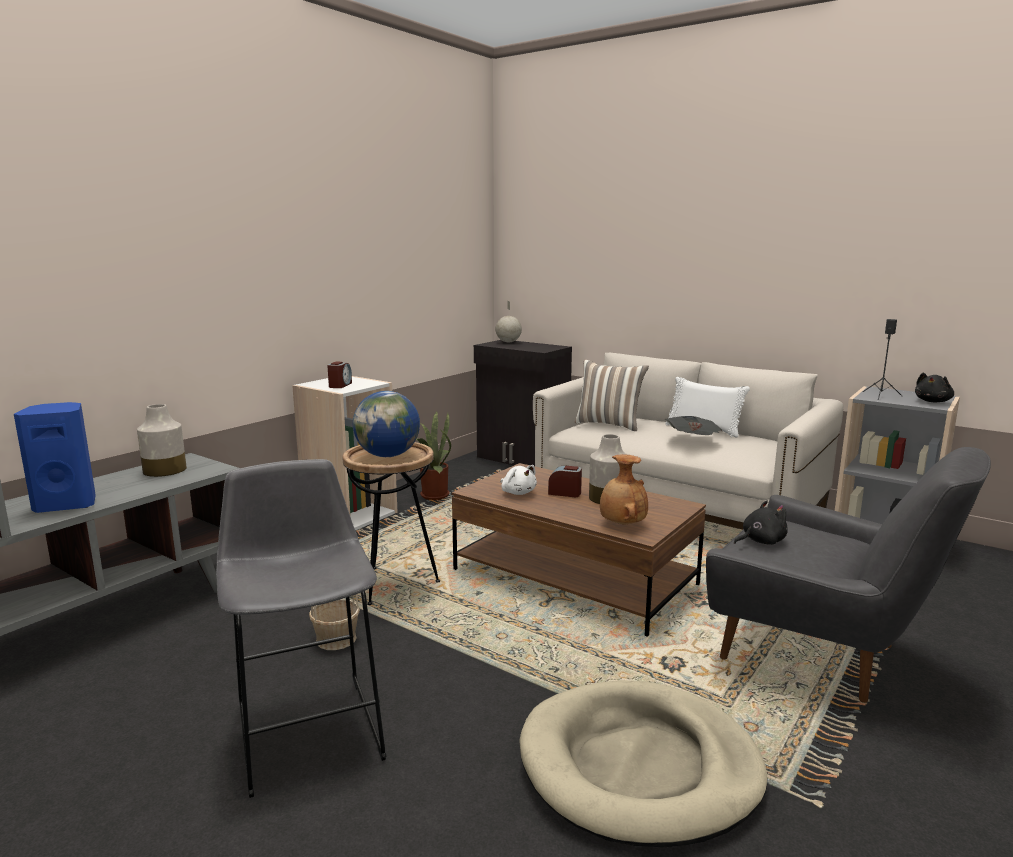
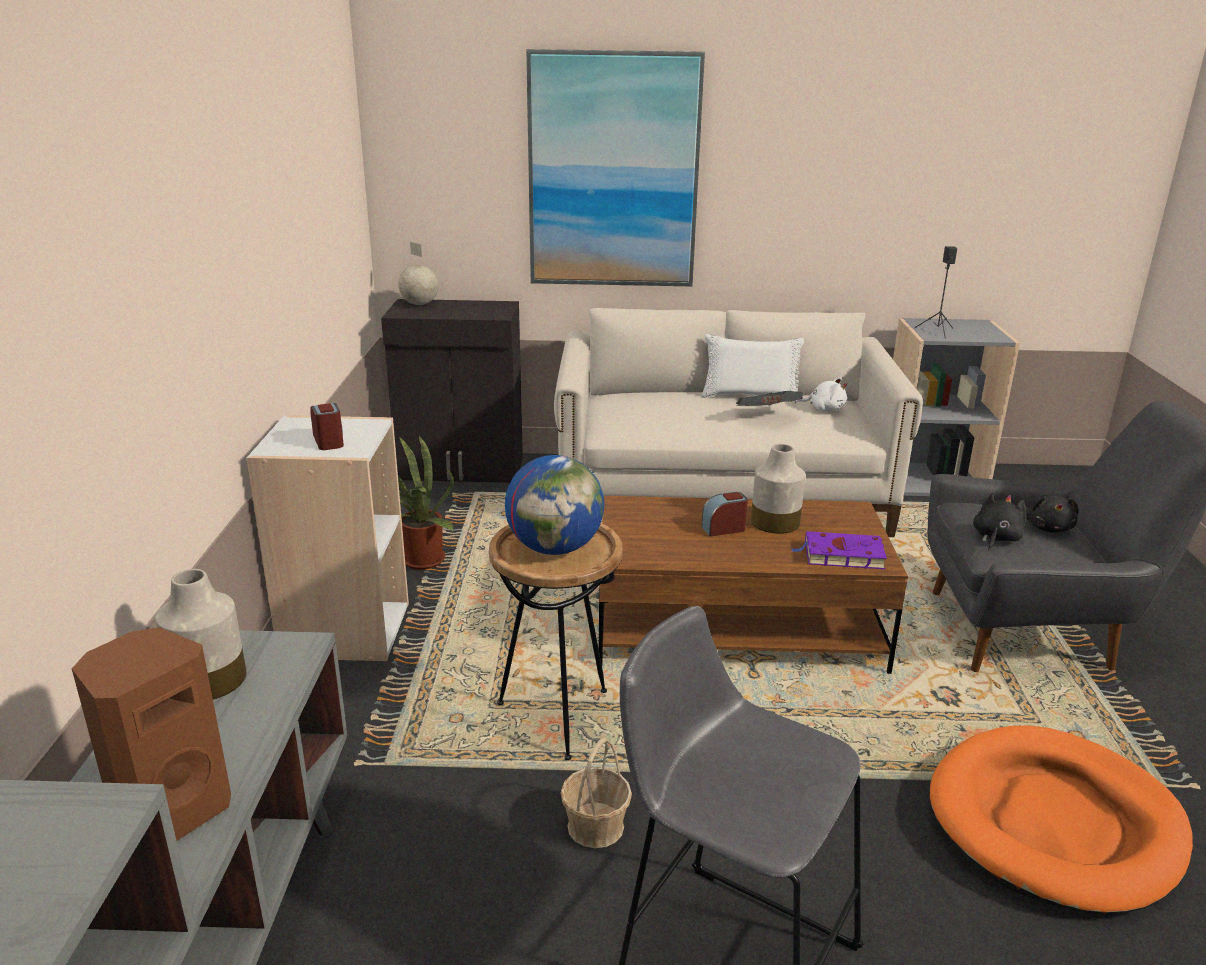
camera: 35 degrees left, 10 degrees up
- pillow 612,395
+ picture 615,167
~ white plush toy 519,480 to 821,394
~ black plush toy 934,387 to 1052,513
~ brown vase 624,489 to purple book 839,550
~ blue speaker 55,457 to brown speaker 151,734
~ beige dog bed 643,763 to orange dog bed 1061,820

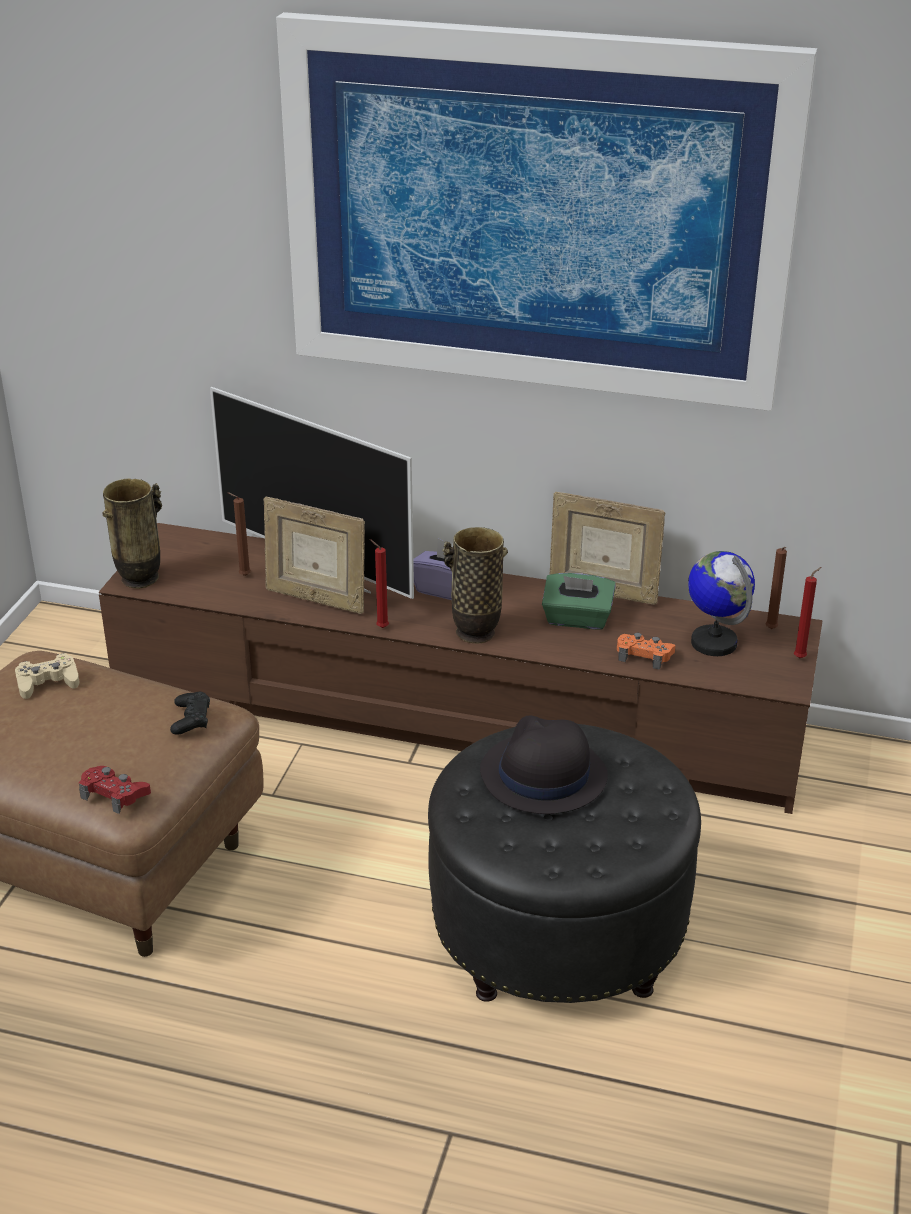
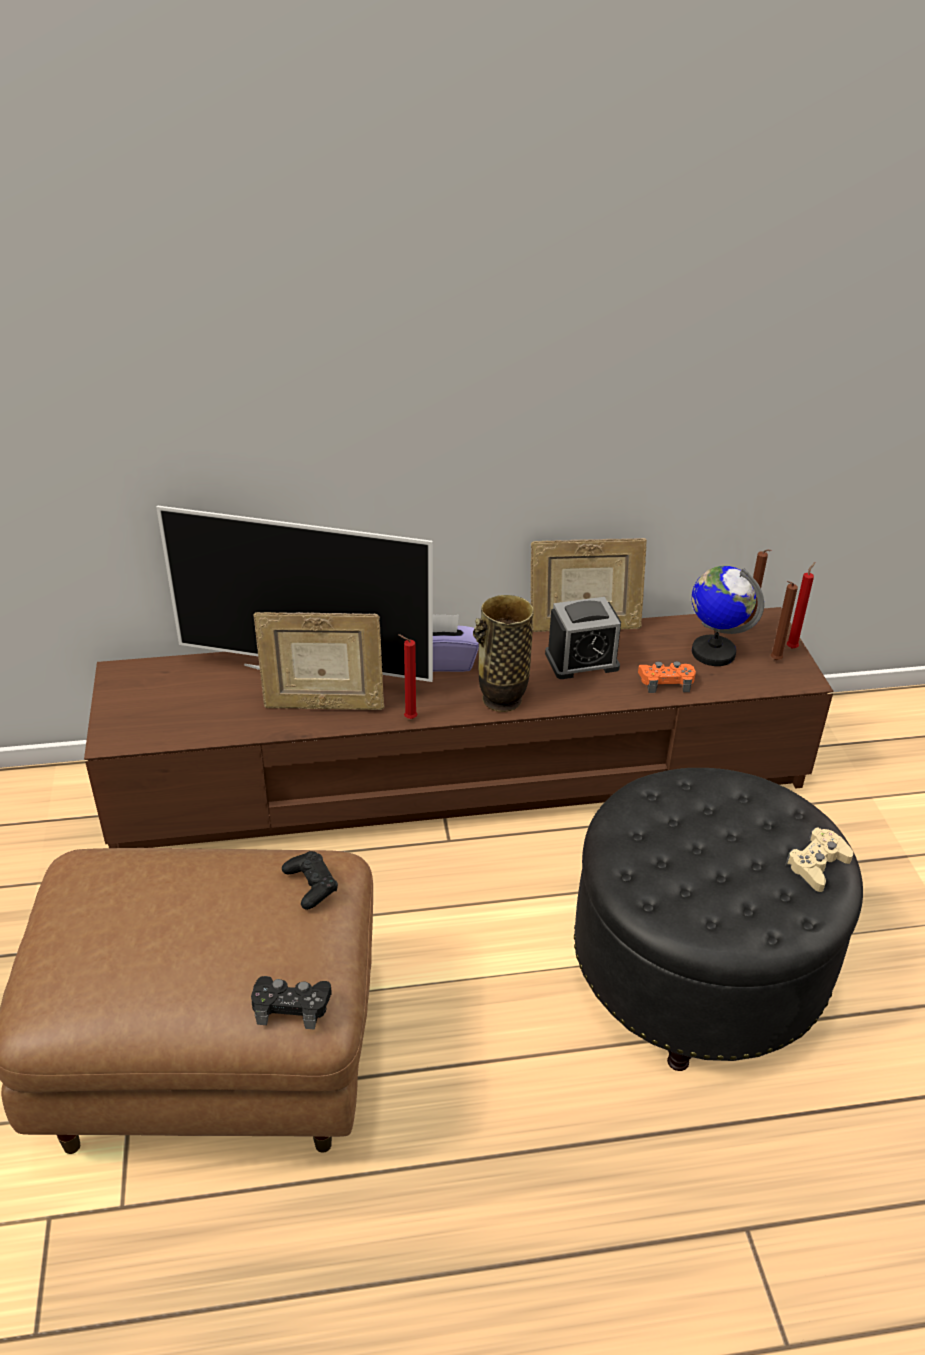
camera: 25 degrees left, 5 degrees up
- vase 132,533
- picture 546,211
- black hat 544,765
~ beige game controller 47,676 to 819,859
~ brown candle 239,534 to 784,620
~ green tissue box 579,601 to alarm clock 583,638
~ red game controller 115,790 to black game controller 291,1003

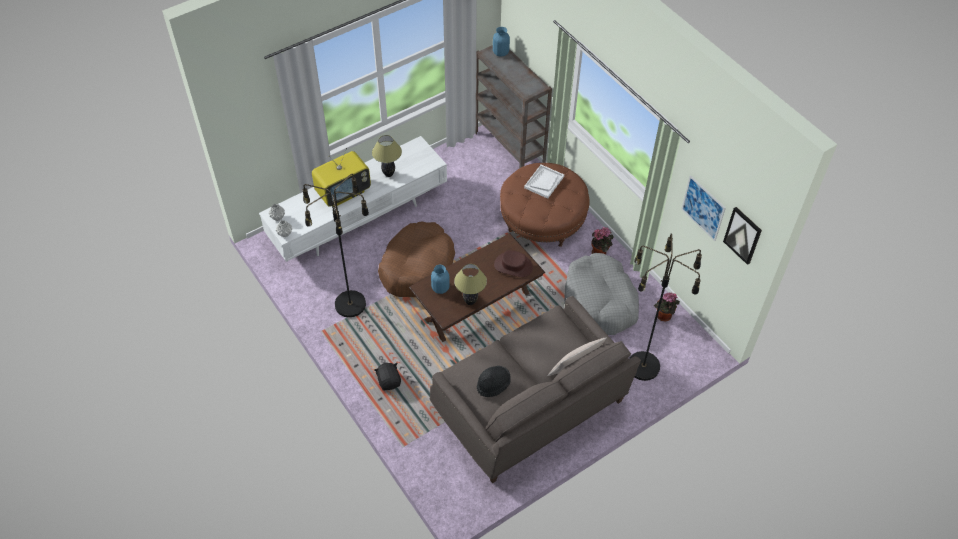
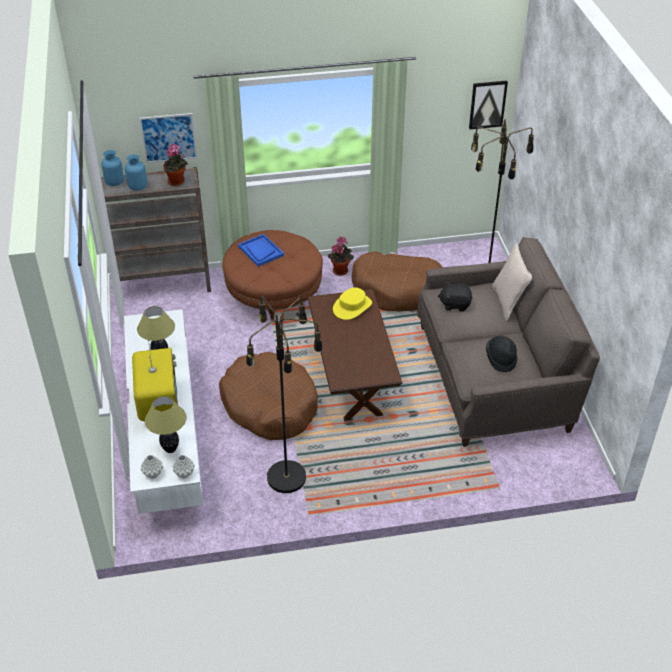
camera: 65 degrees left, 10 degrees down
~ black plush toy 387,377 to 455,297
~ blue vase 440,279 to 136,172
~ table lamp 470,284 to 166,424
~ potted plant 667,307 to 175,164
~ picture 703,208 to 168,138
~ brown hat 513,263 to yellow hat 352,304
~ white tray 544,182 to blue tray 261,250
~ grey dog bed 601,294 to brown dog bed 397,281

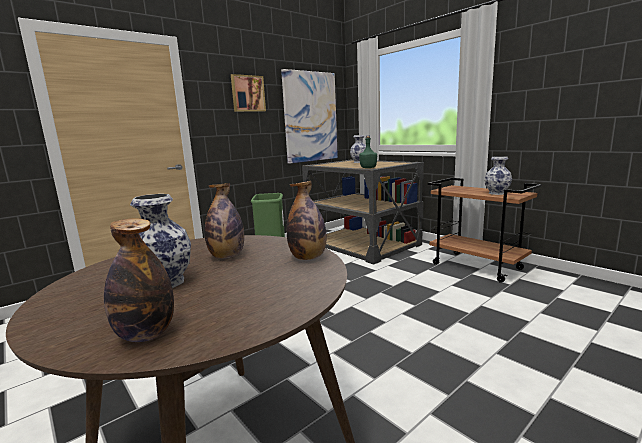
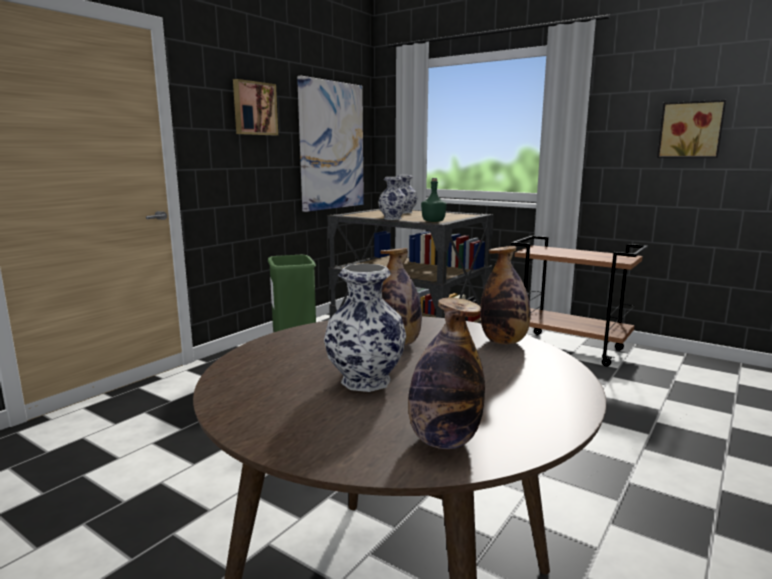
camera: 15 degrees left, 0 degrees up
+ picture 691,129
~ vase 498,175 to 392,198

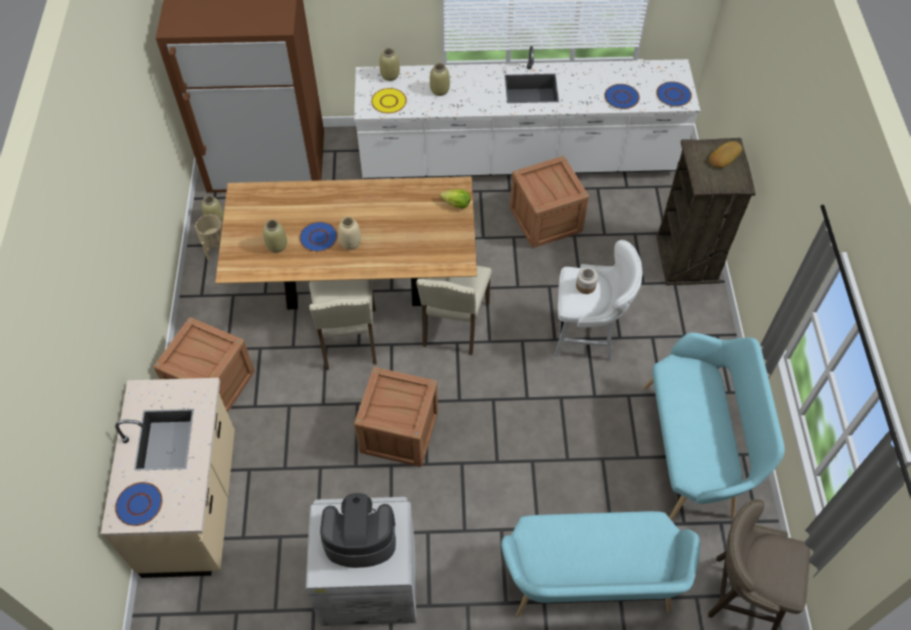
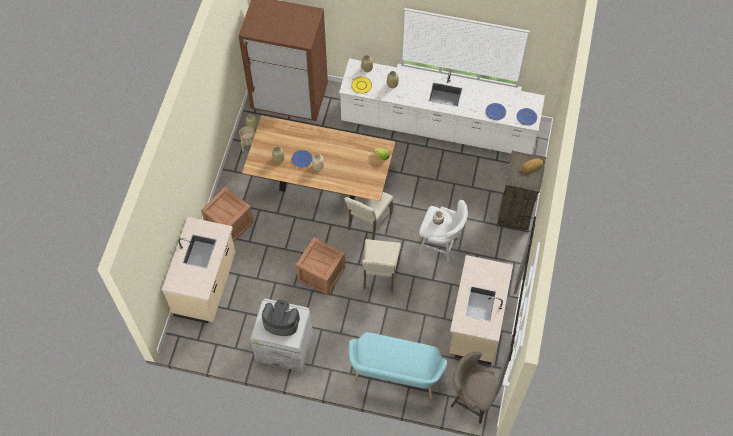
camera: 15 degrees right, 5 degrees up
- blue plate 138,504
- crate 549,202
~ beige chair 343,324 to 381,266
~ turquoise bench 714,427 to beige counter 481,310

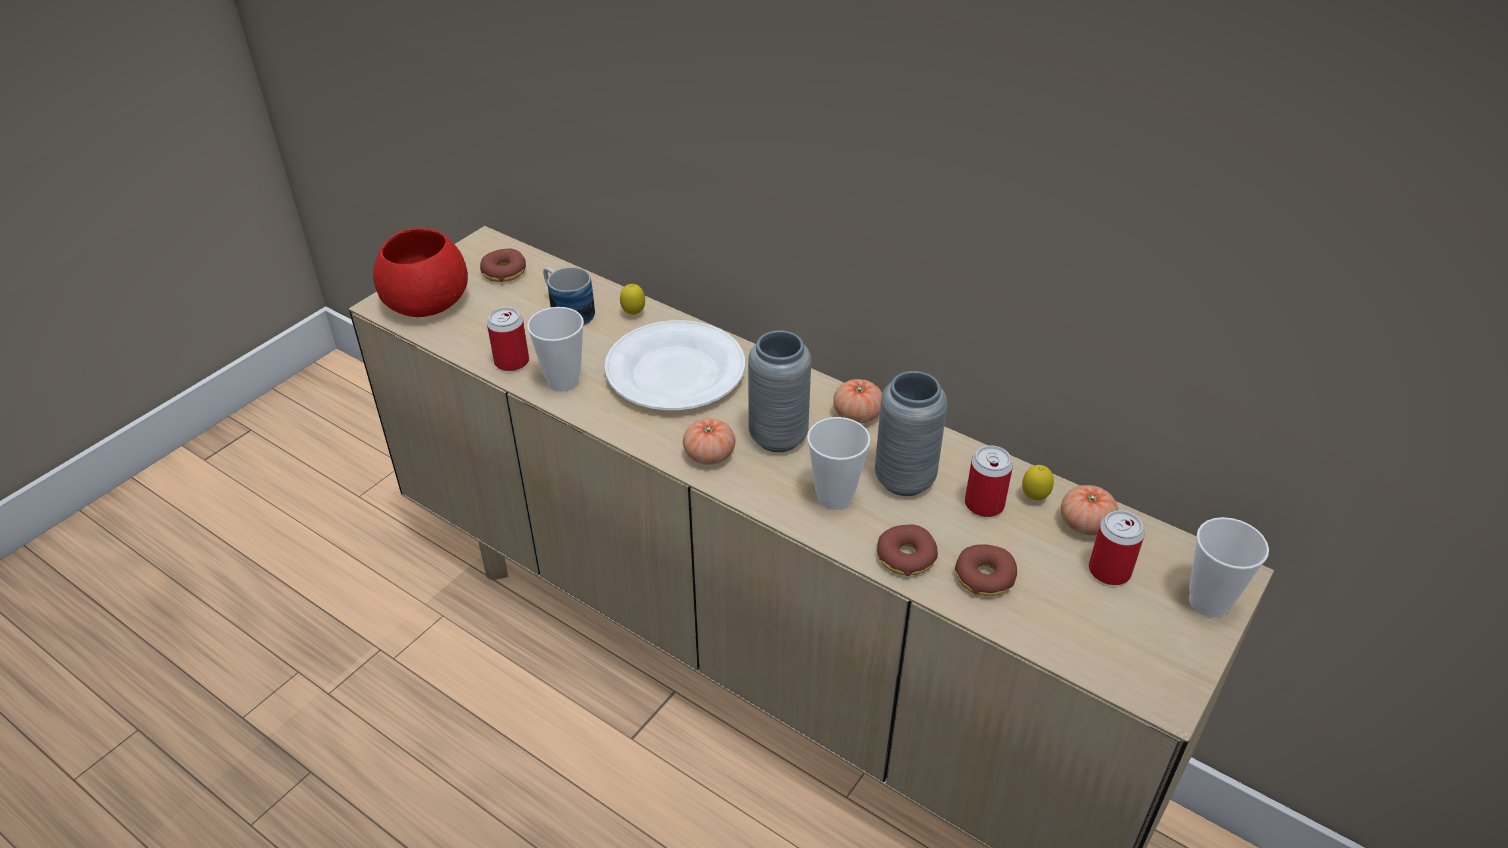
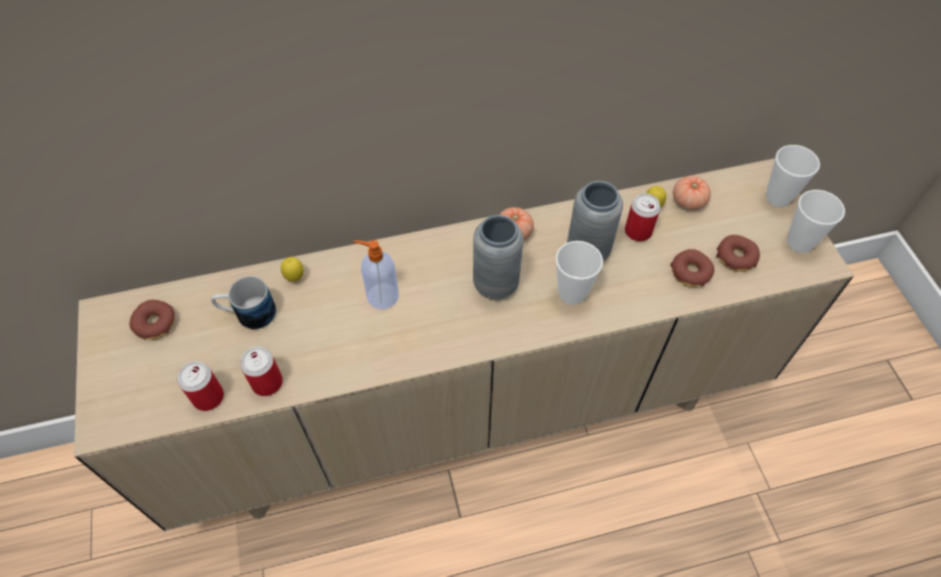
camera: 50 degrees left, 15 degrees up
- red bowl 420,272
- tomato 709,441
~ cup 555,349 to 816,221
~ donut 907,550 to 738,253
~ can 1117,547 to 201,386
~ white plate 674,365 to soap dispenser 376,274

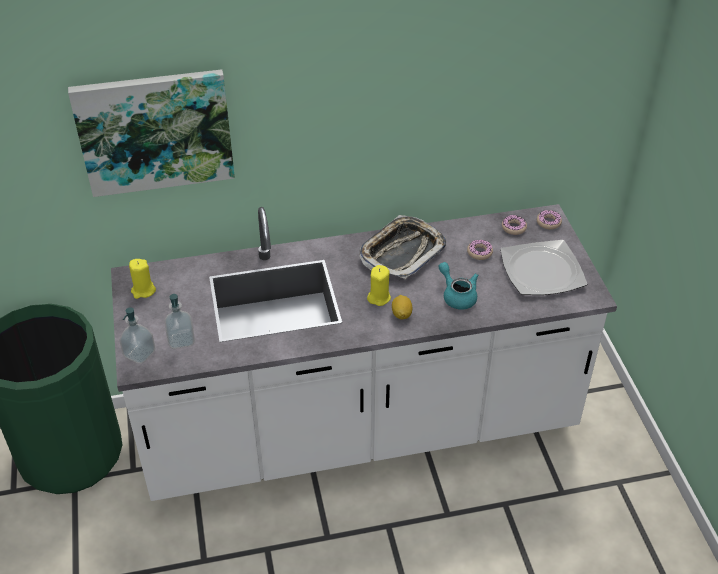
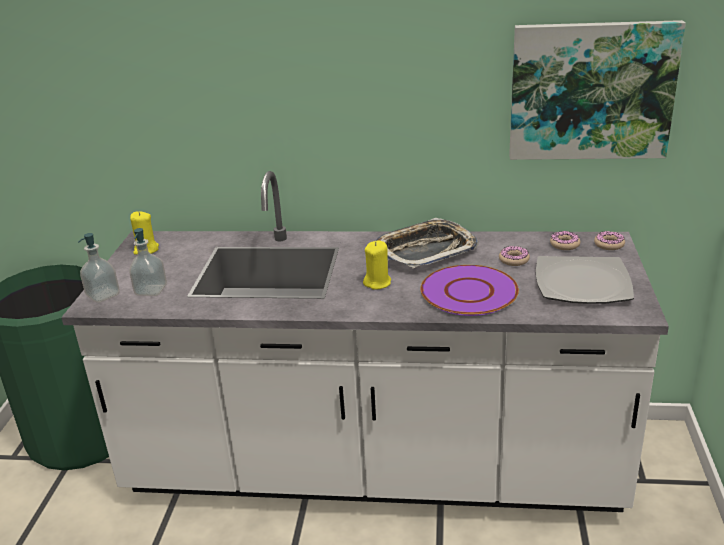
camera: 20 degrees right, 15 degrees down
- lemon 402,307
~ picture 151,133 to 597,90
~ turquoise teapot 458,286 to purple plate 470,290

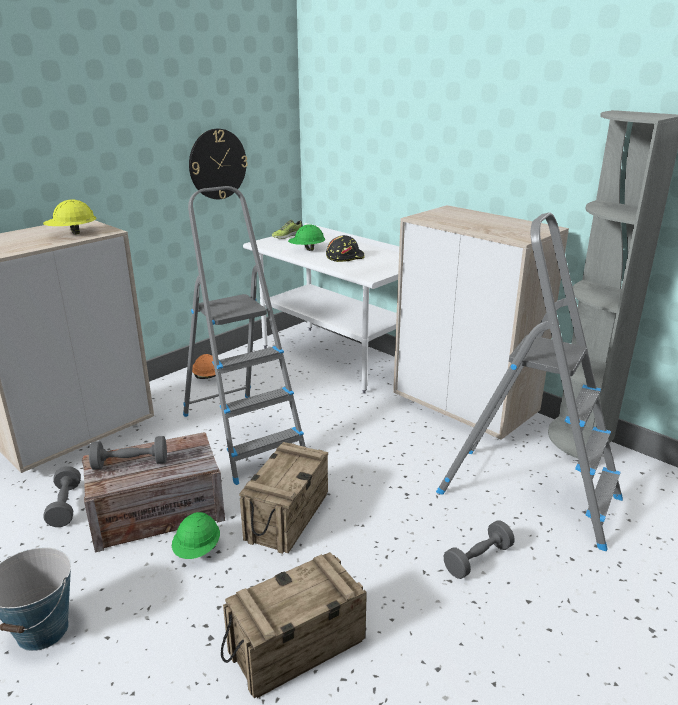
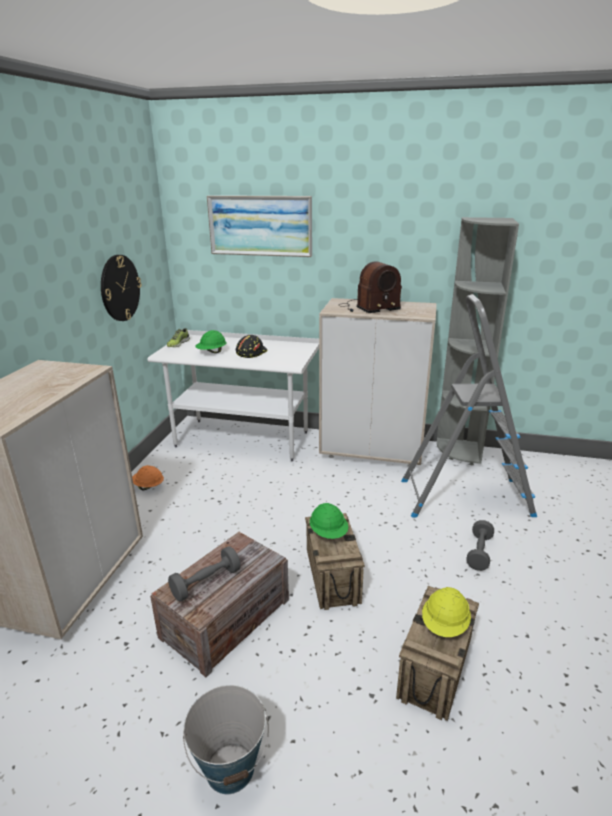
camera: 30 degrees left, 0 degrees up
- grey dumbbell 62,496
- grey step ladder 244,335
+ picture 259,226
+ radio 370,287
~ yellow hard hat 69,217 to 446,612
~ green hard hat 196,535 to 329,521

